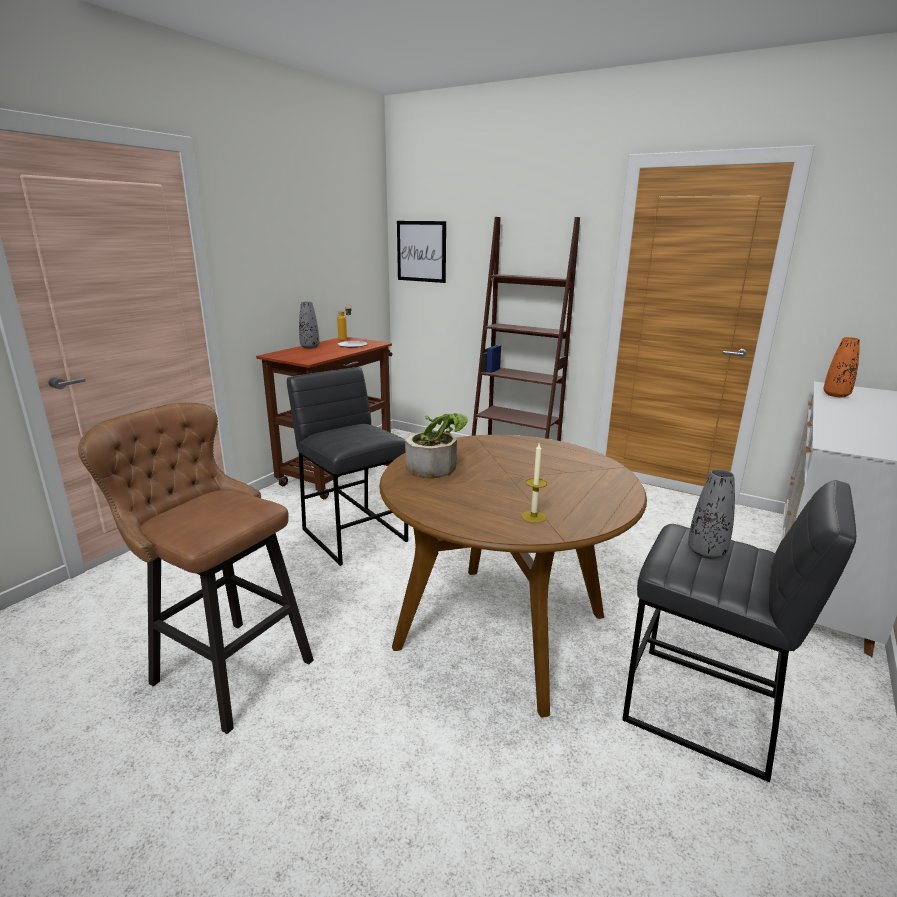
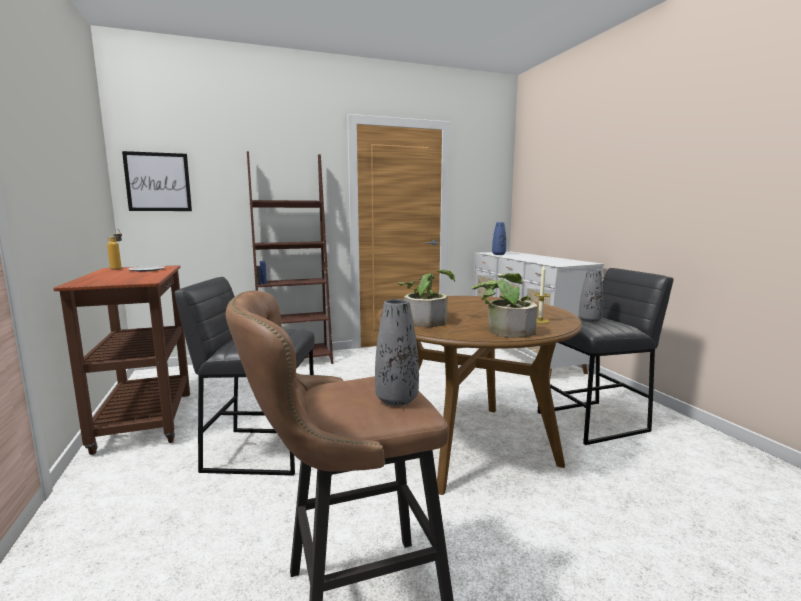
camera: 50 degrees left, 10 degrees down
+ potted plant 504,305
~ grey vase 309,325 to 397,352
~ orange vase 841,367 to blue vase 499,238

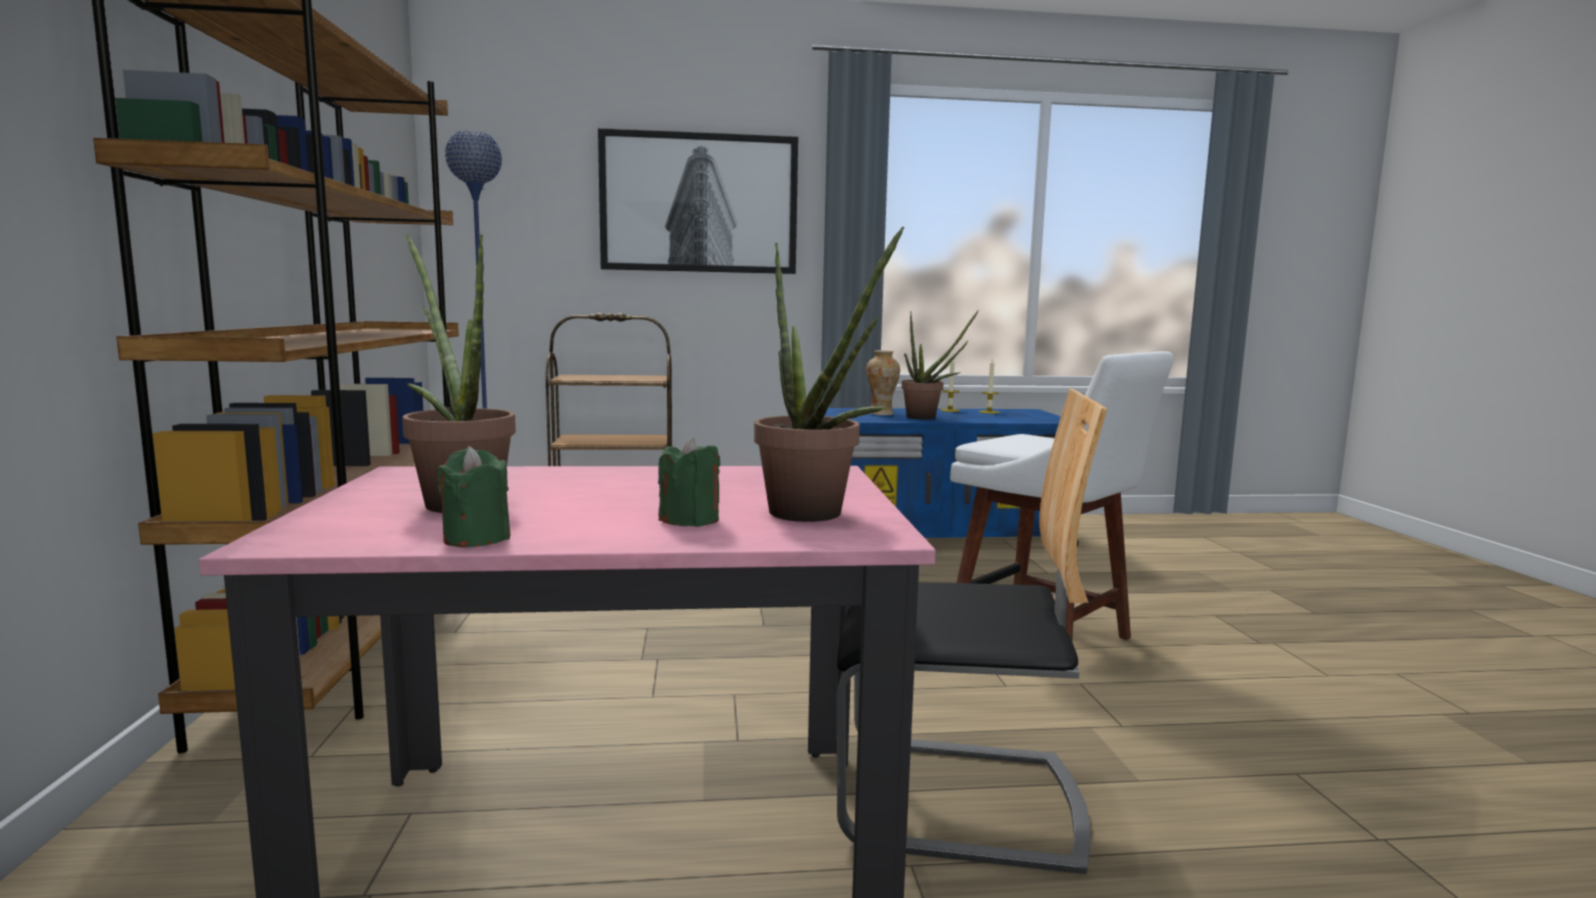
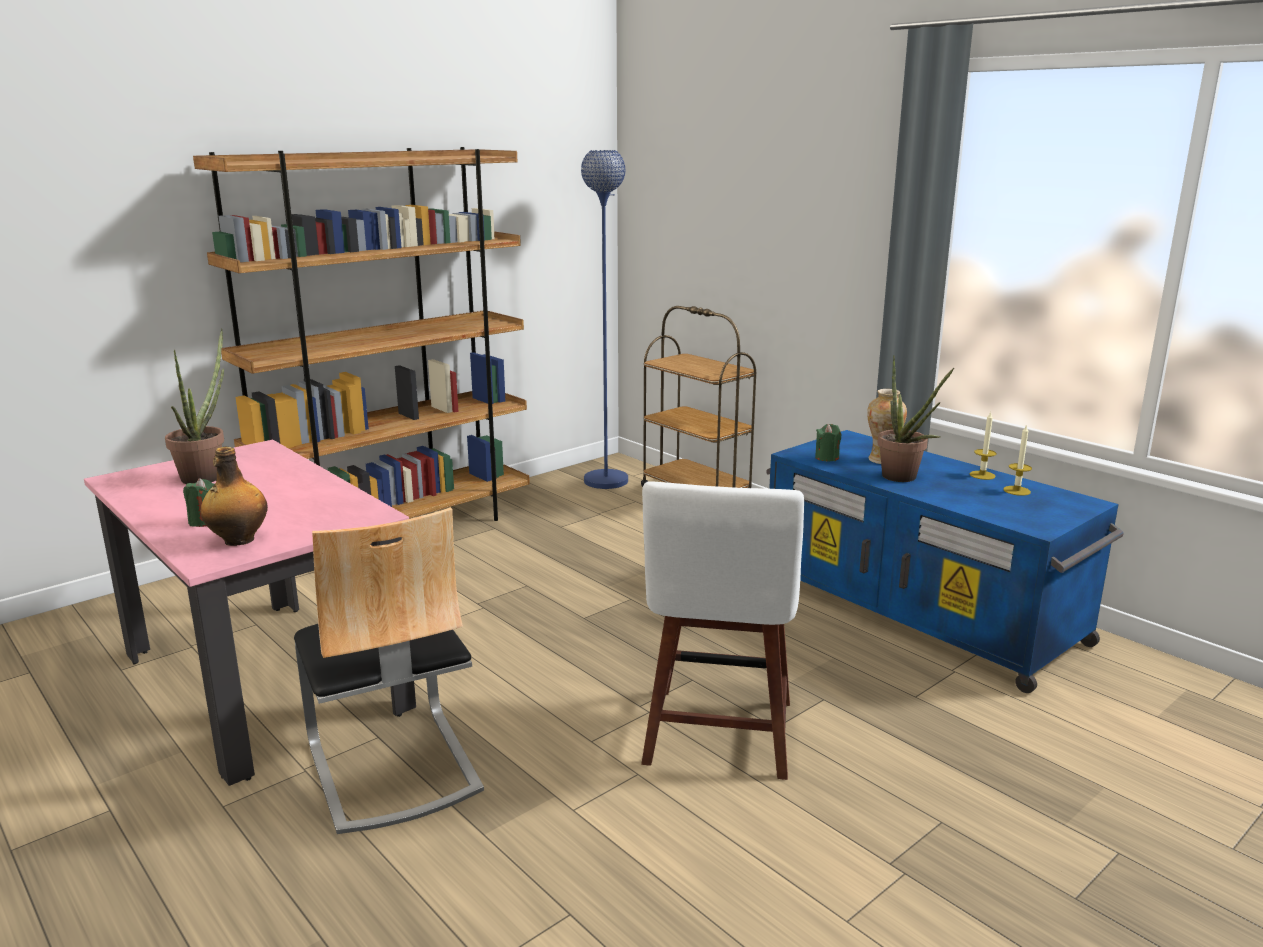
camera: 55 degrees right, 10 degrees up
- picture 698,201
~ green candle 473,497 to 828,442
~ potted plant 829,374 to bottle 234,496

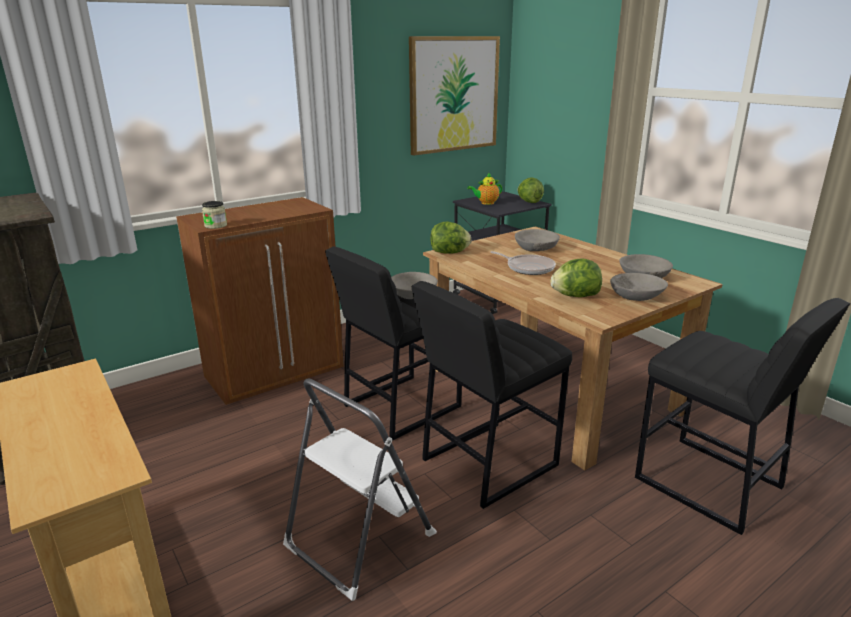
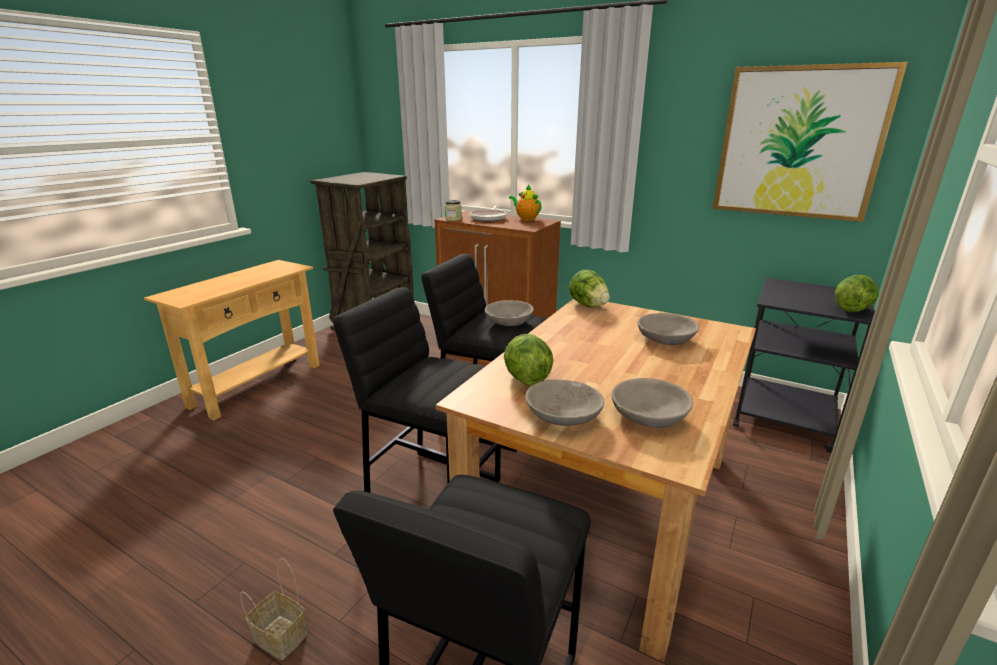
camera: 65 degrees right, 0 degrees up
- white step ladder 360,489
+ basket 274,609
~ teapot 484,188 to 525,203
~ frying pan 523,263 to 488,213

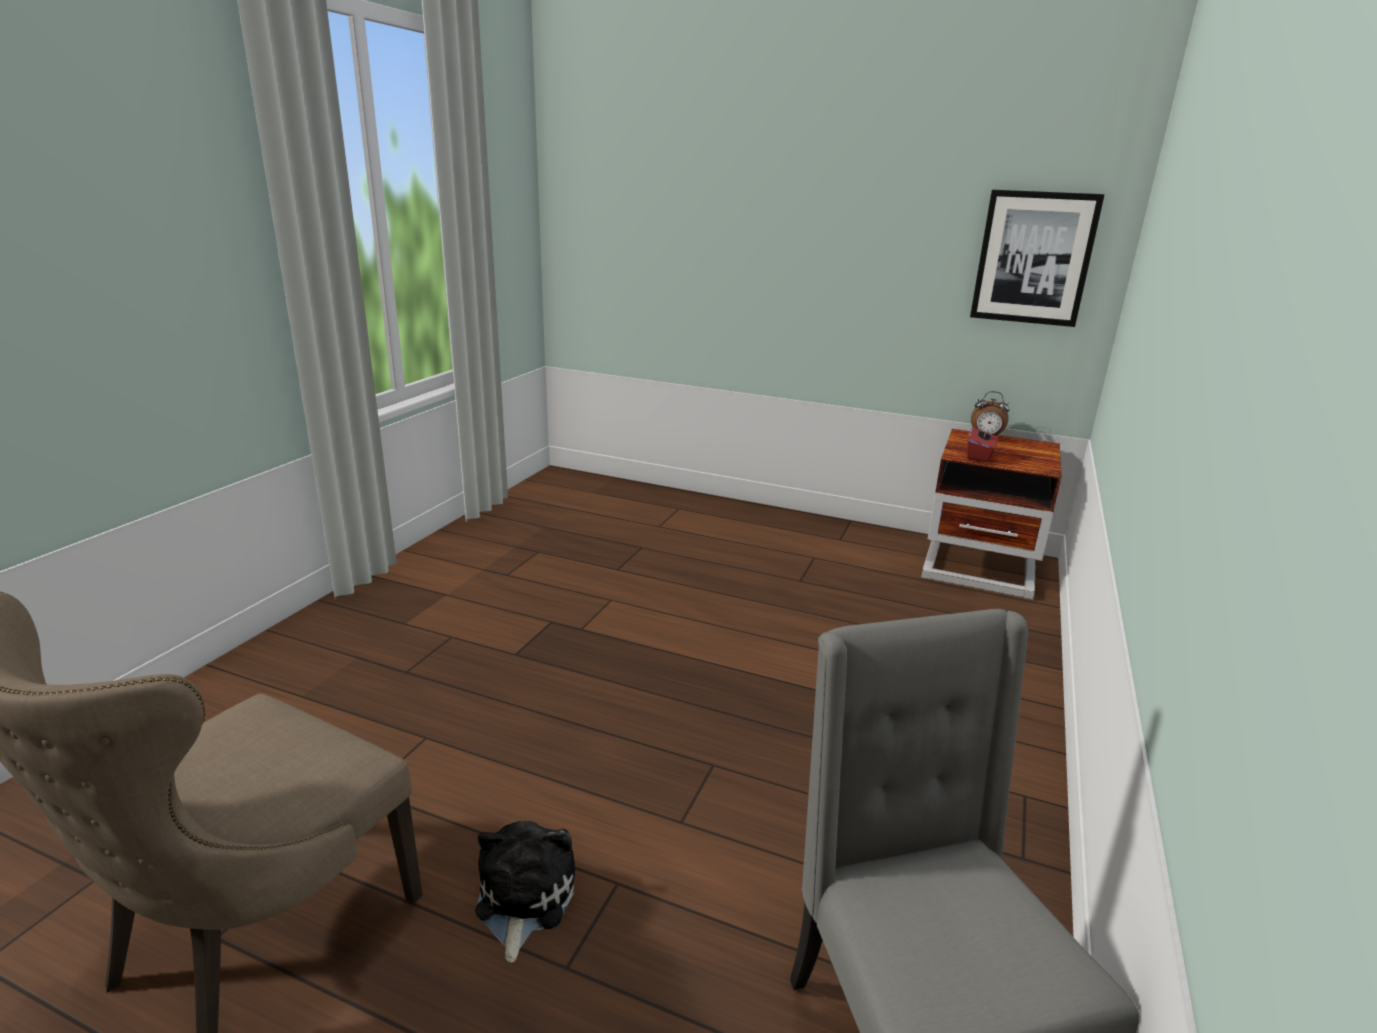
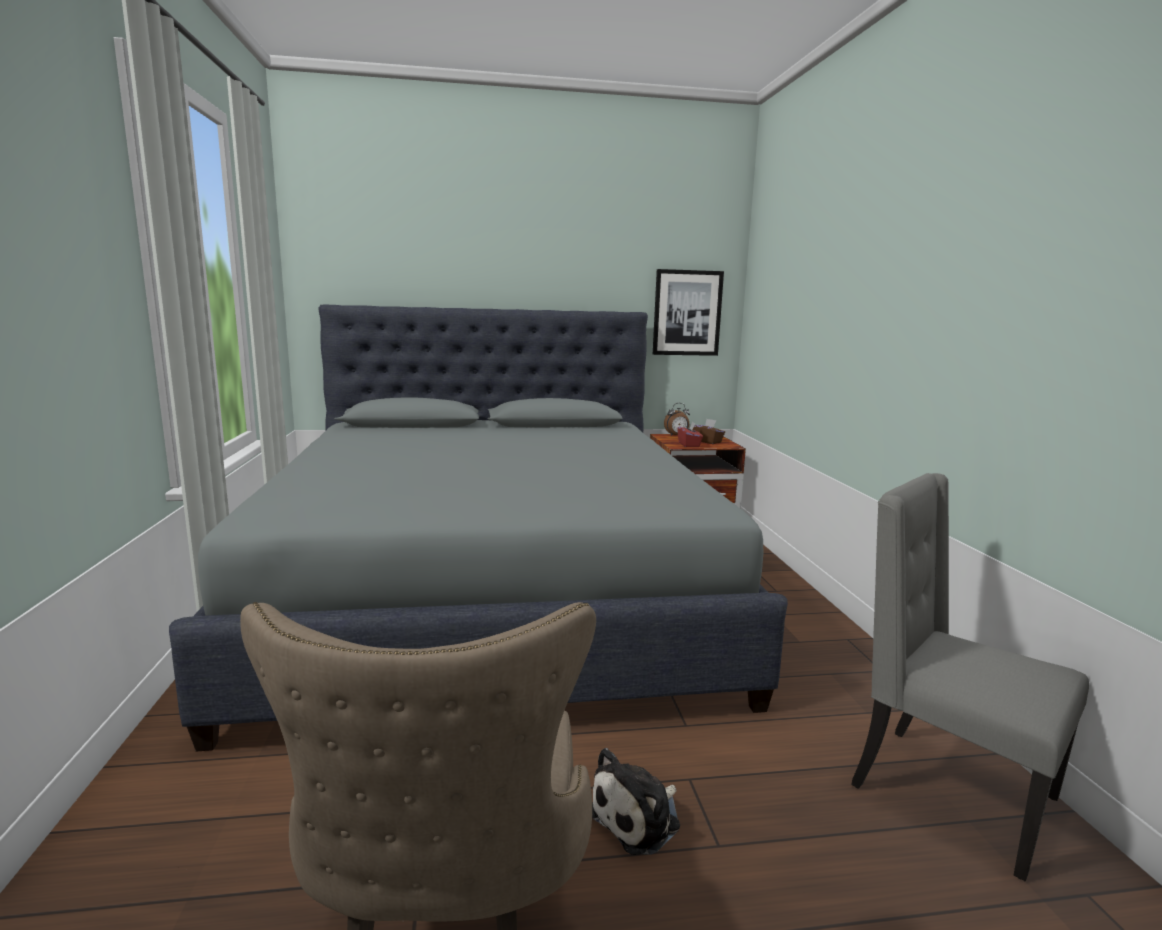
camera: 30 degrees left, 10 degrees down
+ grey bed 478,528
+ brown tissue box 709,431
~ plush toy 525,892 = 636,801 105 degrees counterclockwise

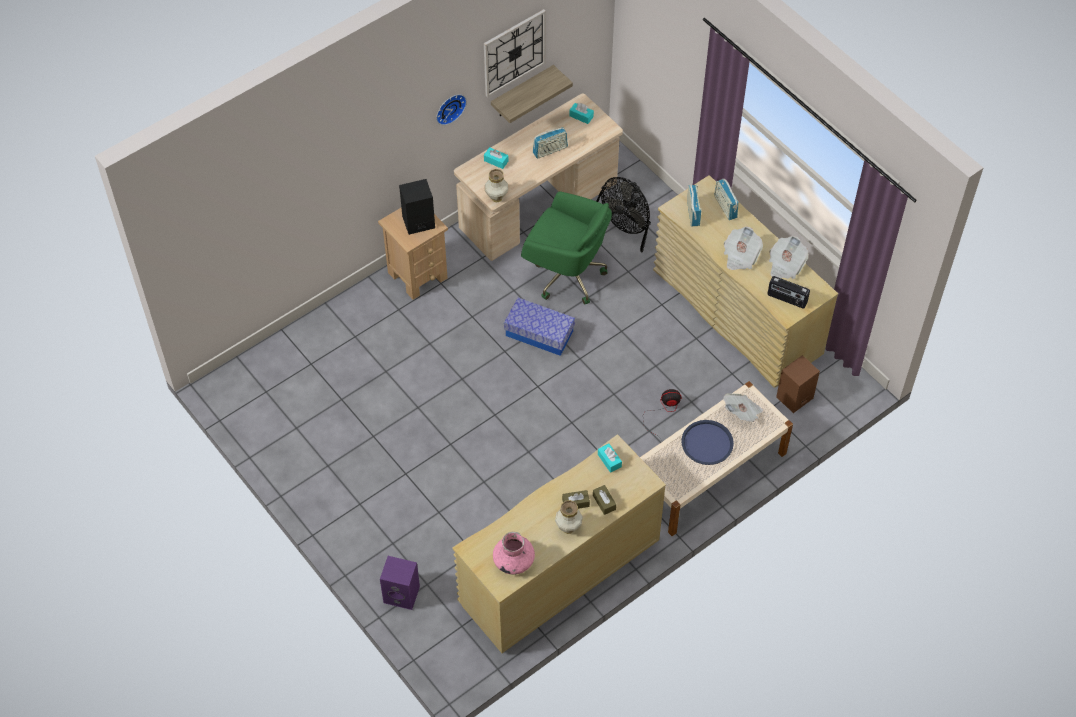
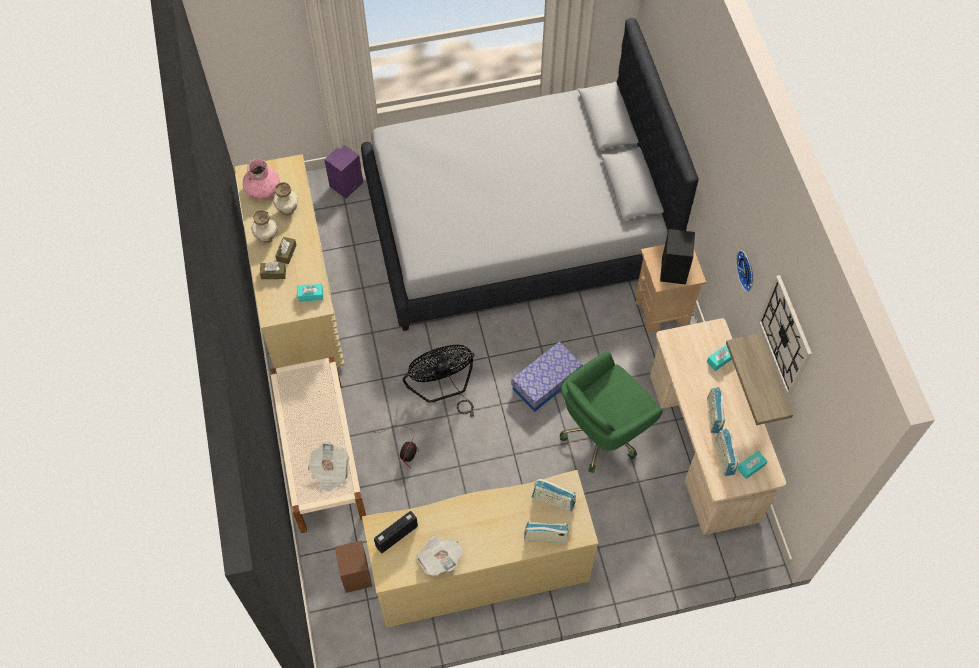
camera: 115 degrees right, 5 degrees up
- blue tray 707,442
- newspaper 743,248
+ grey bed 530,174
+ radio 727,452
~ vase 496,185 to 286,199
~ black fan 623,215 to 439,381

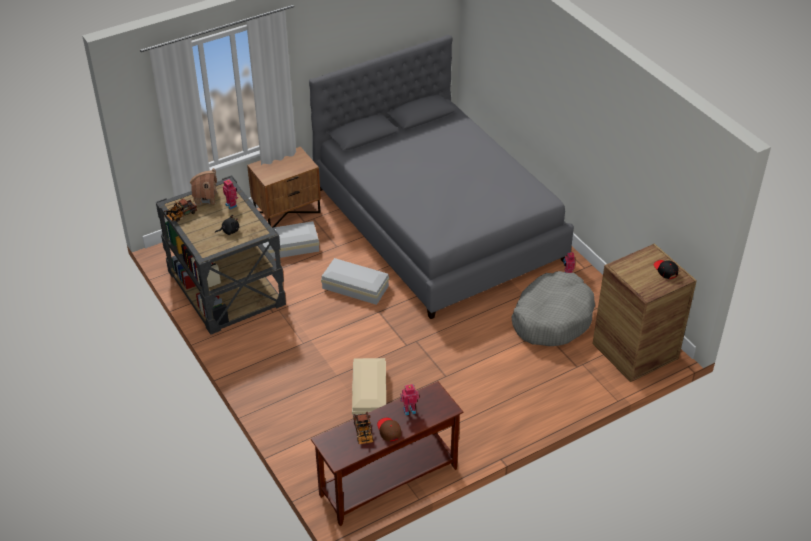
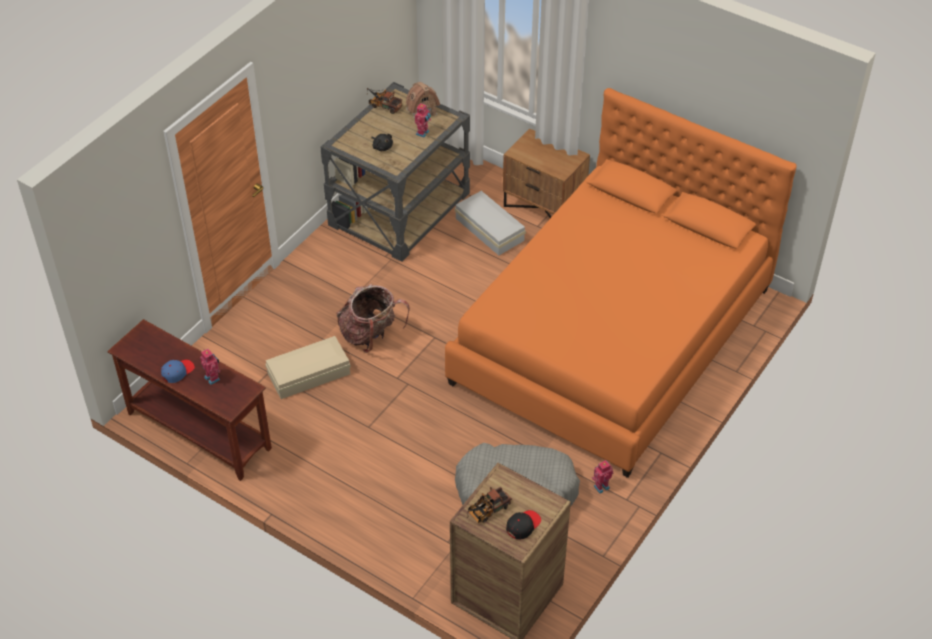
camera: 65 degrees right, 5 degrees up
- white storage box 355,281
+ backpack 373,318
~ toy truck 363,428 to 489,505
~ grey bed 441,177 to orange bed 621,283
~ brown cap 389,430 to blue cap 178,371

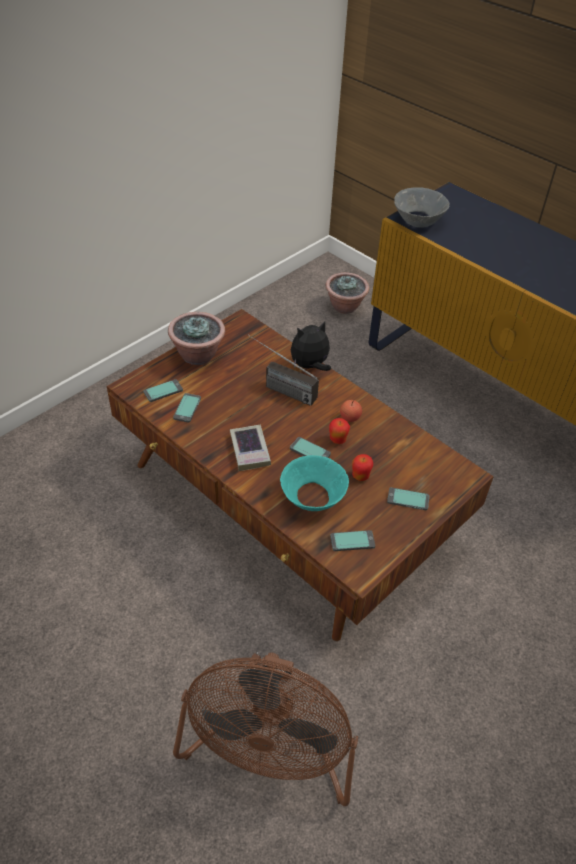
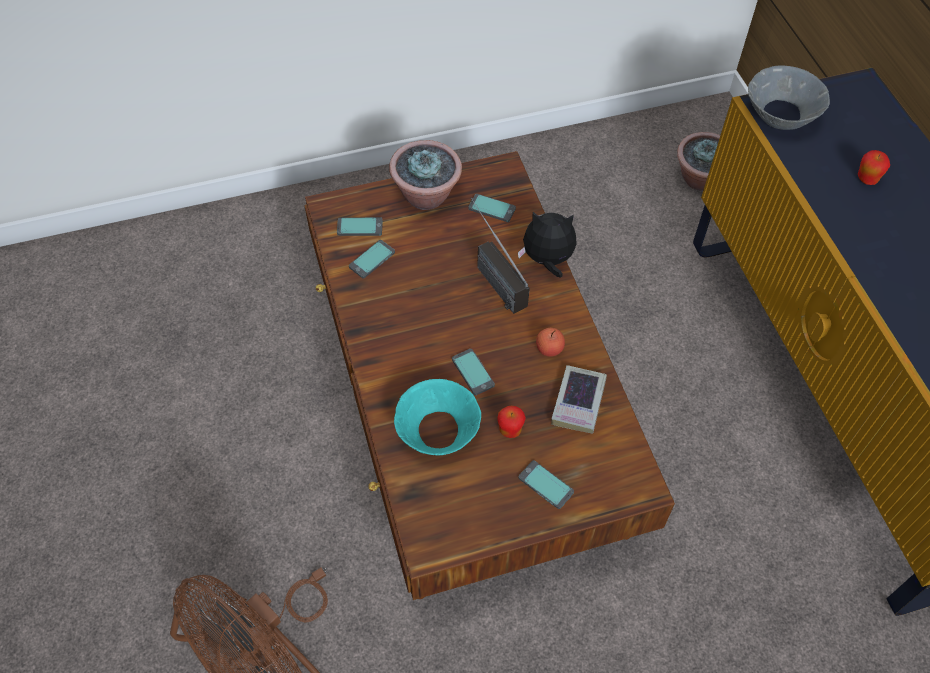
camera: 30 degrees right, 10 degrees up
~ book 250,448 to 579,399
~ apple 339,431 to 874,167
~ phone 352,540 to 492,208

